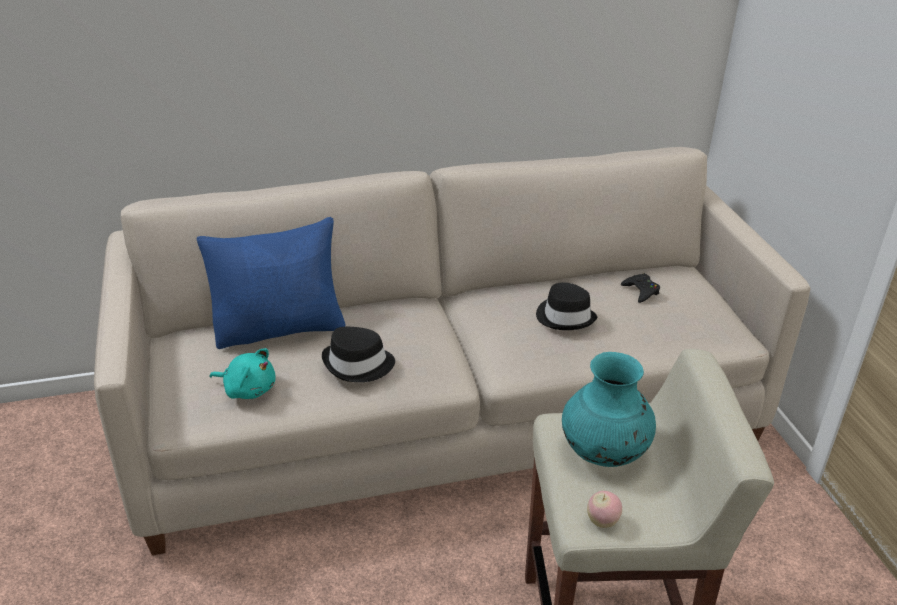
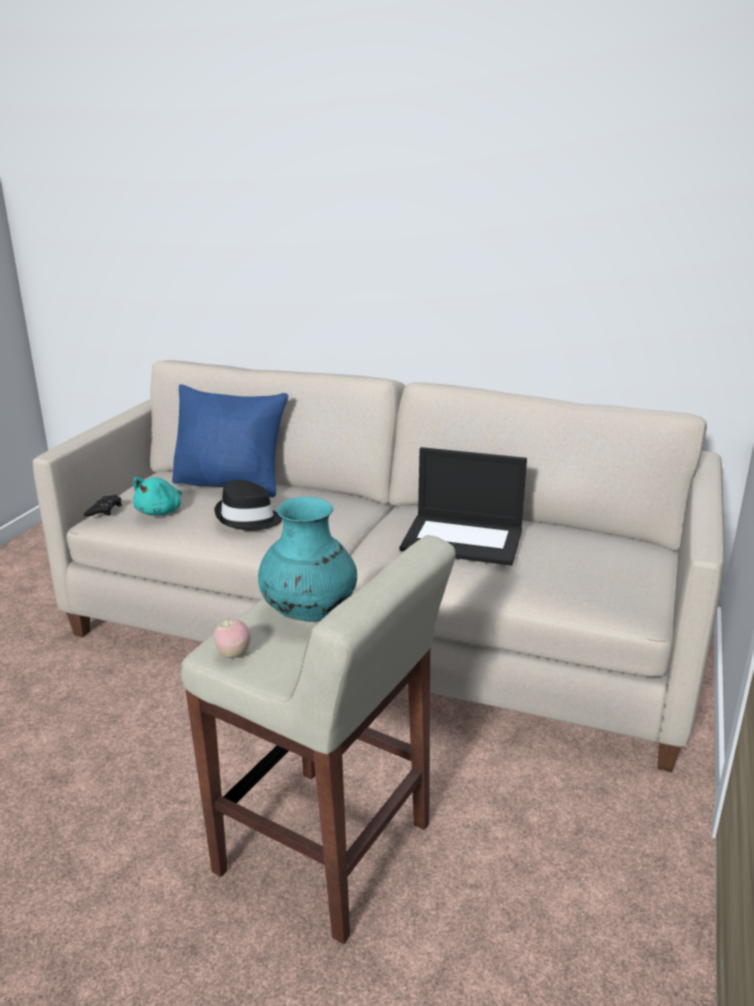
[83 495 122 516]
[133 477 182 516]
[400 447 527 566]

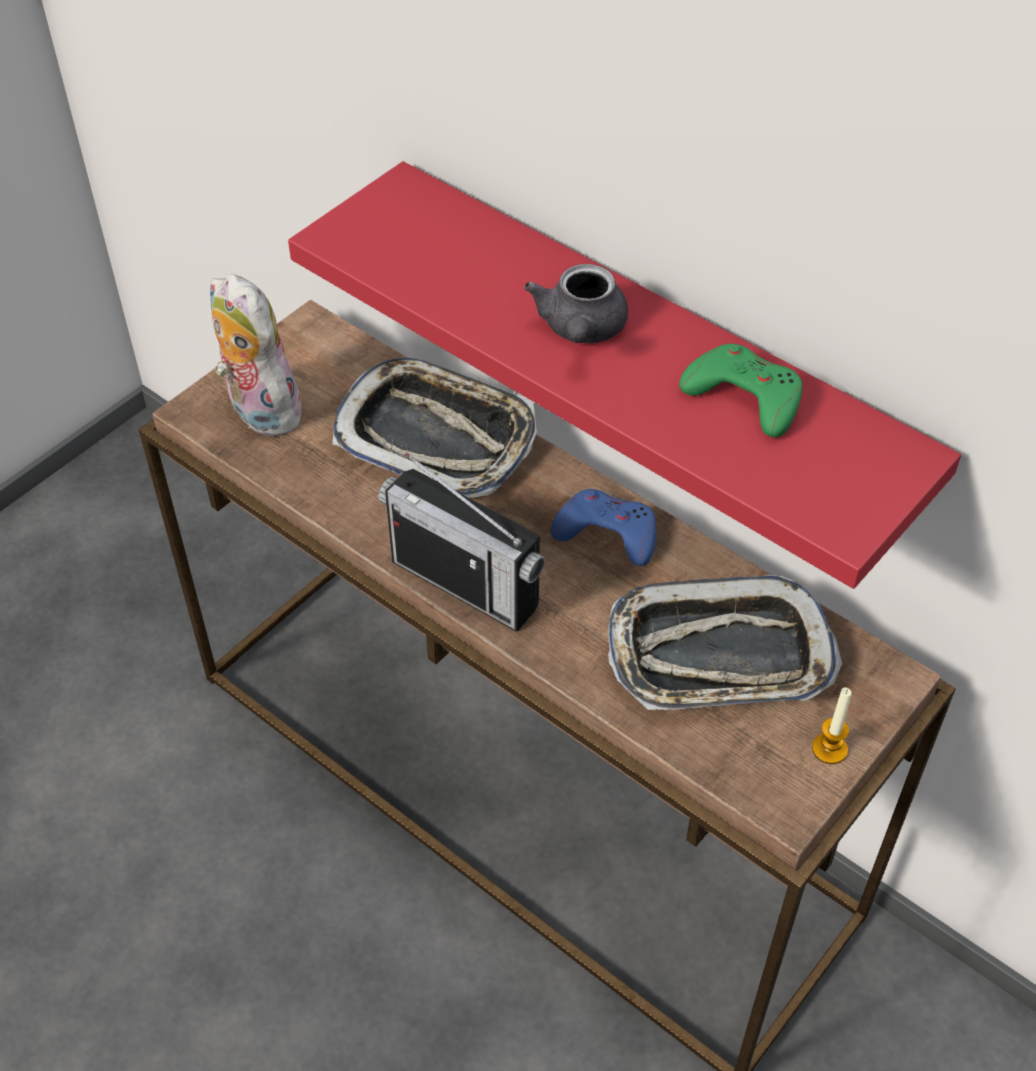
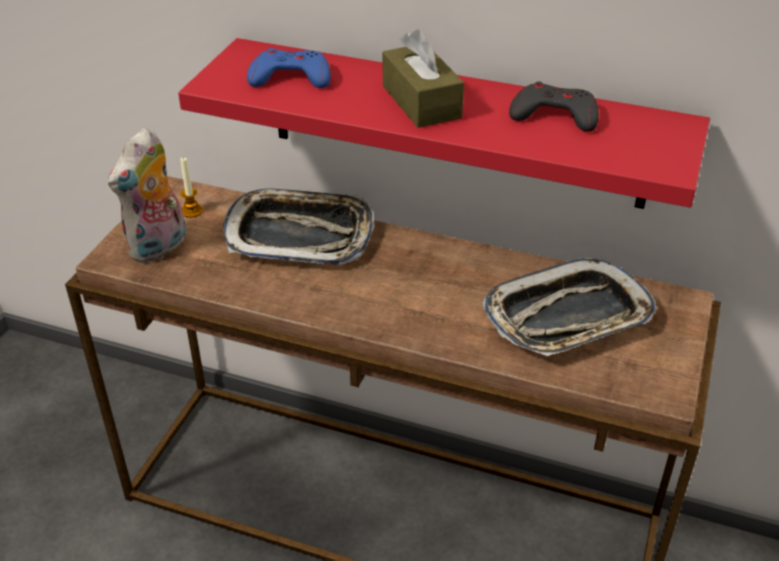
[108 128 186 263]
[180 157 203 218]
[247 48 331 88]
[383 29 464 128]
[509 81 599 132]
[378 453 545 632] (first image)

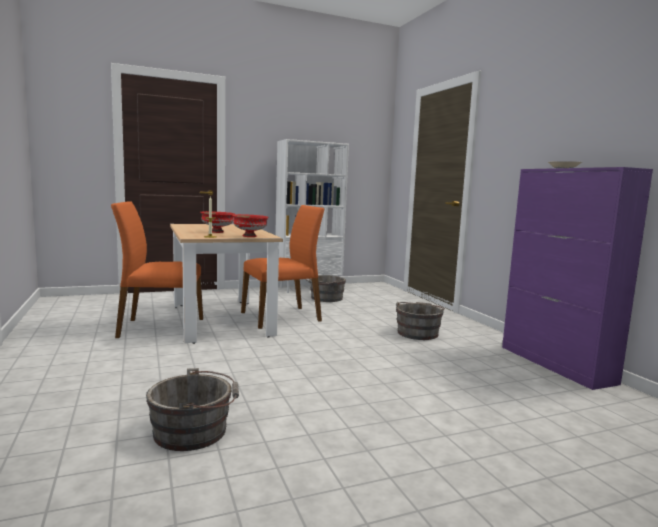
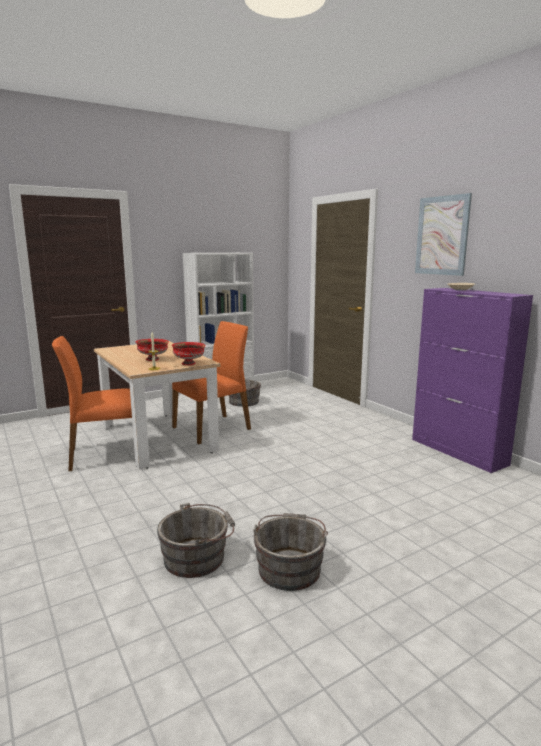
[254 513 328 591]
[415 193 472 276]

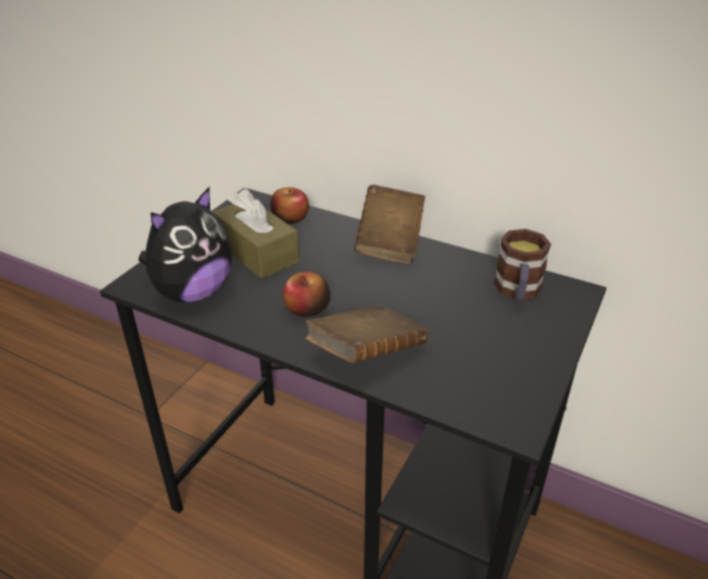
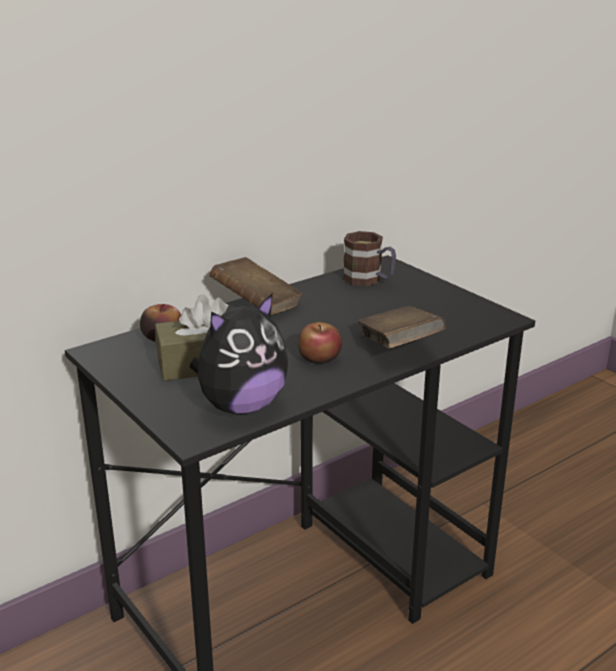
[190 293 288 415]

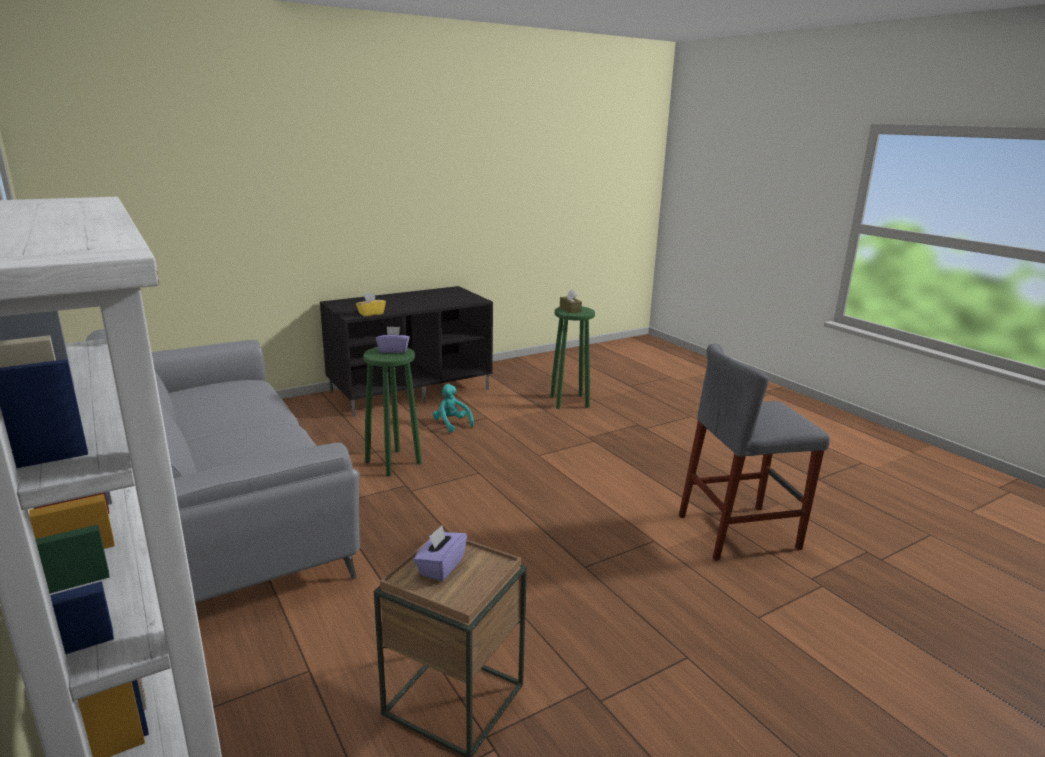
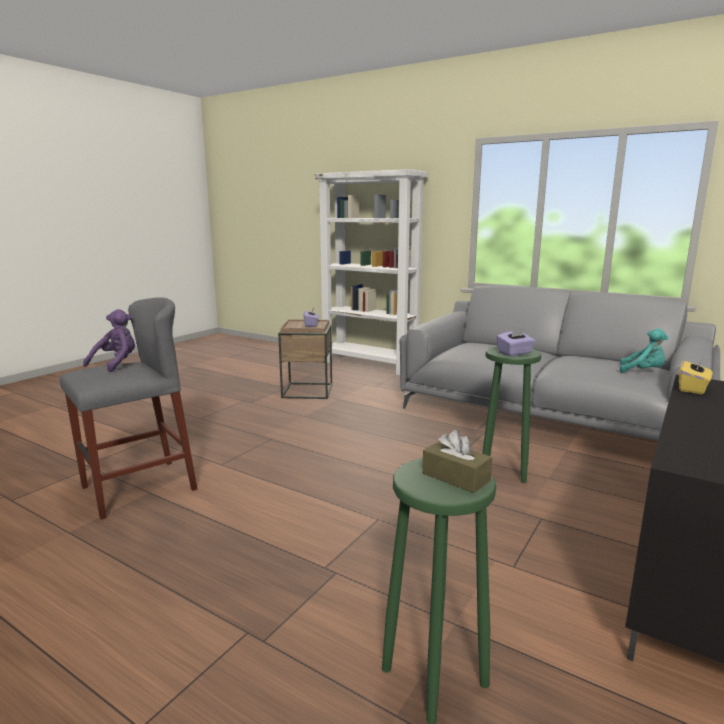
[83 309 135 372]
[620 329 669 373]

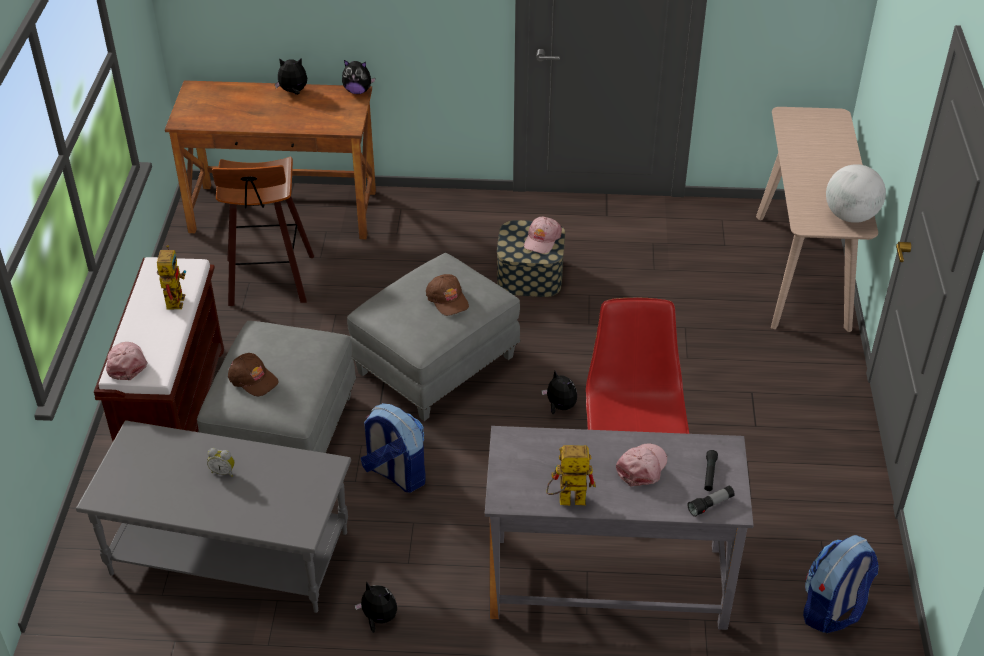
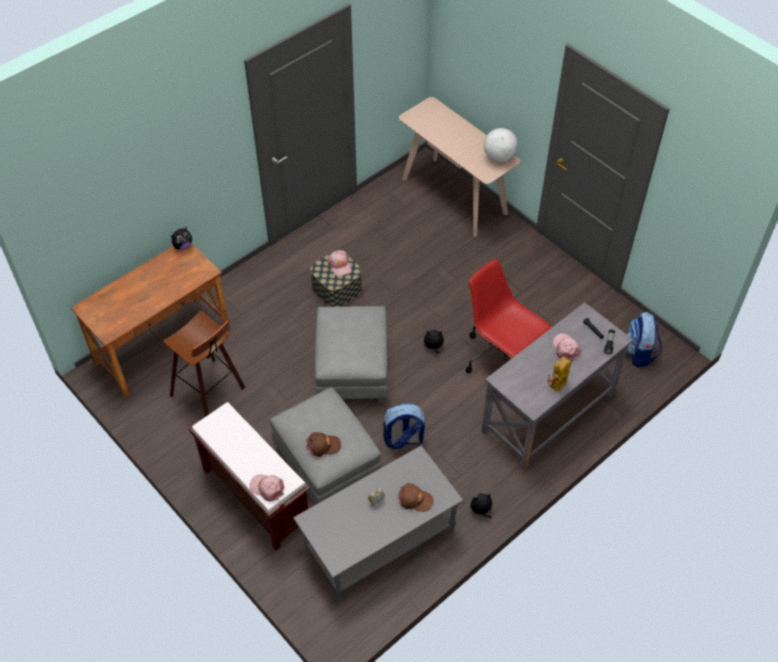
[398 483 433 512]
[157 245 186 309] (first image)
[275 58 307 95] (first image)

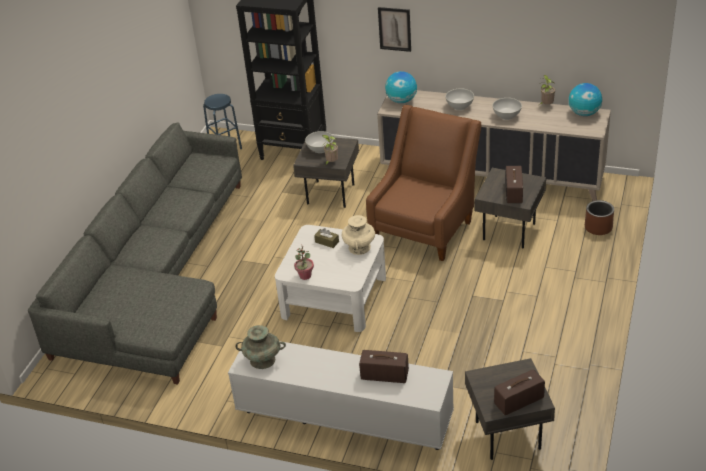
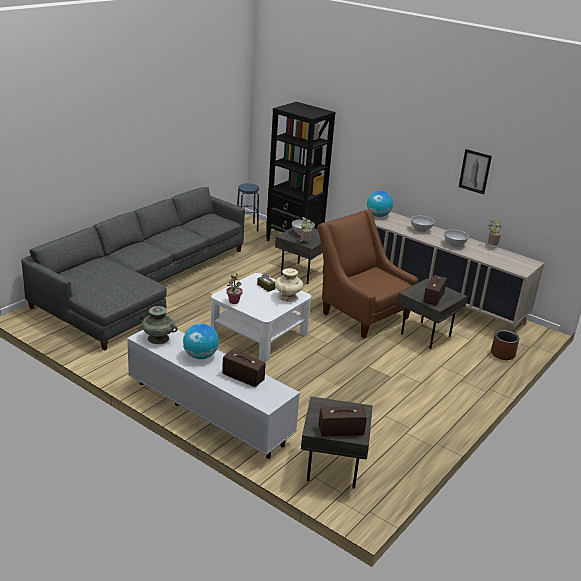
[183 324 219 359]
[318 209 418 338]
[459 149 492 194]

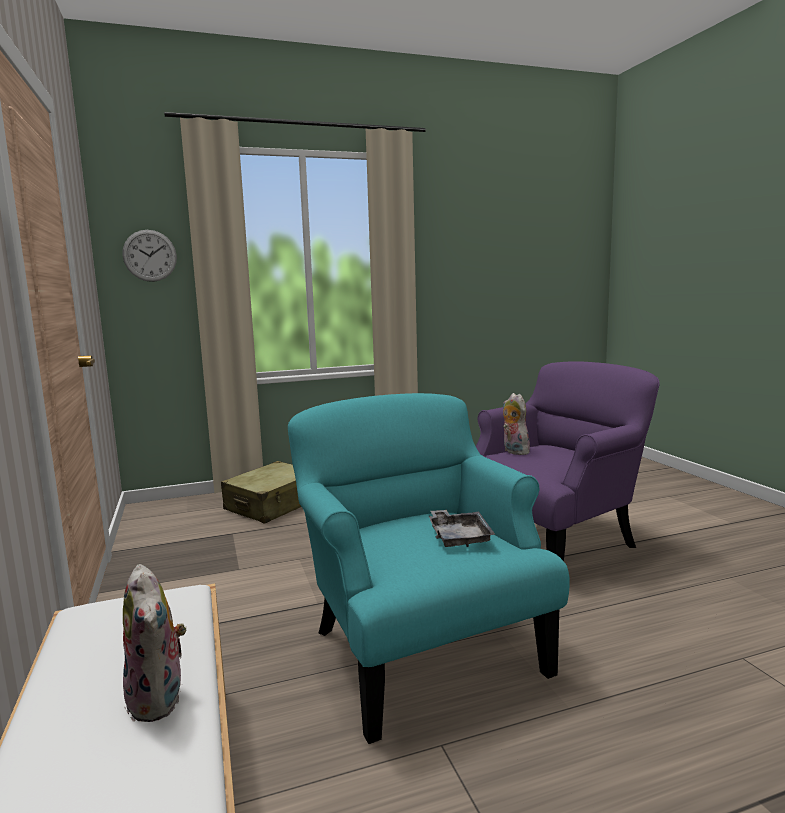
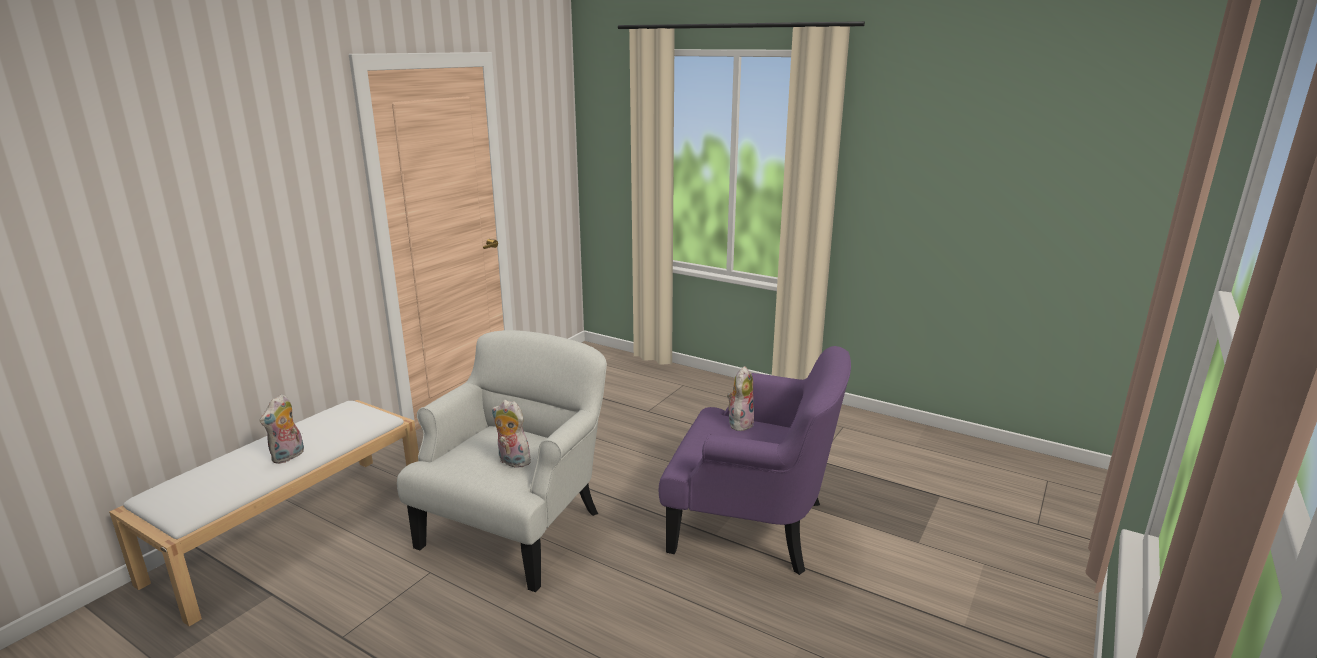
[397 330 607 592]
[492 400 531 468]
[122 230 177 282] (first image)
[221 461 301 523] (first image)

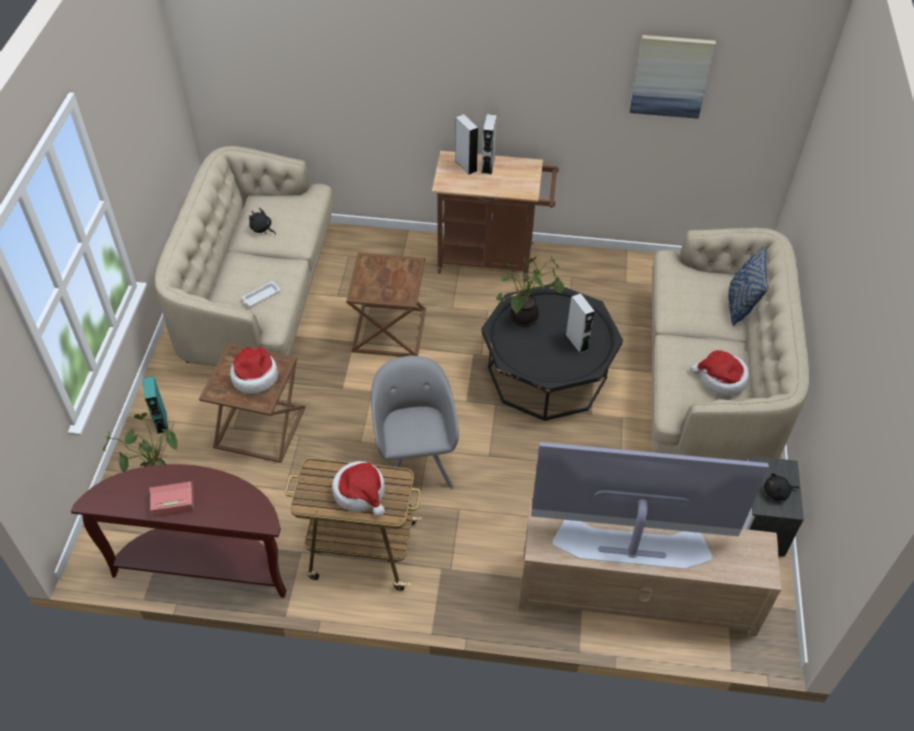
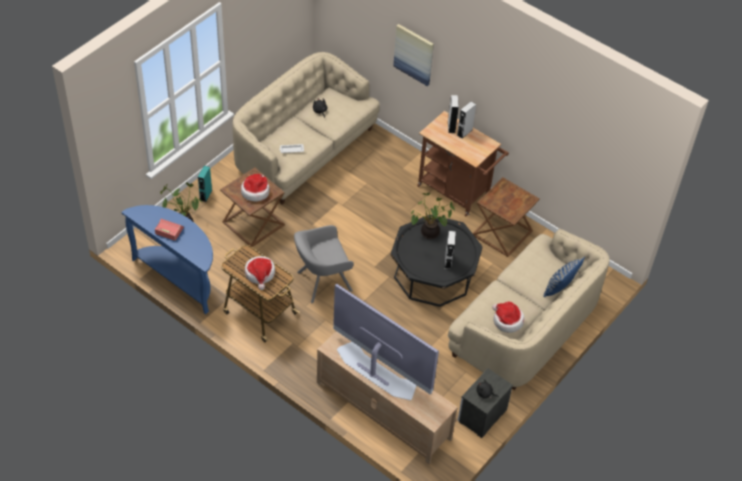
[121 205 213 314]
[294 225 354 303]
[393 24 434 86]
[472 177 540 257]

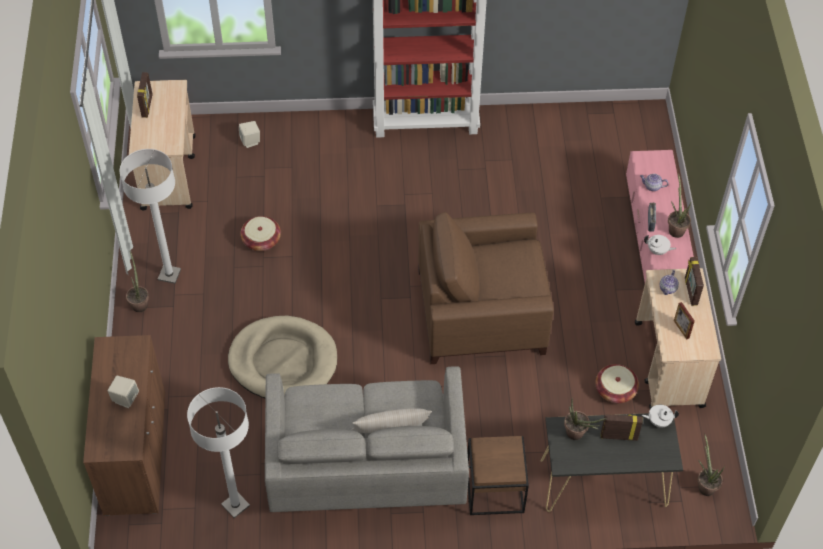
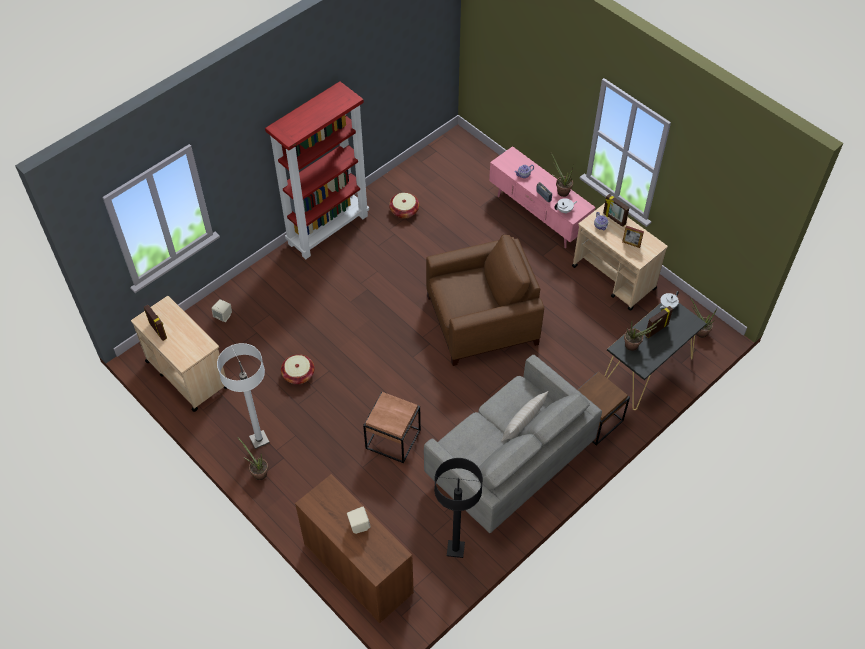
[363 392 421 463]
[389 193 419 219]
[426 235 544 366]
[434 458 483 558]

